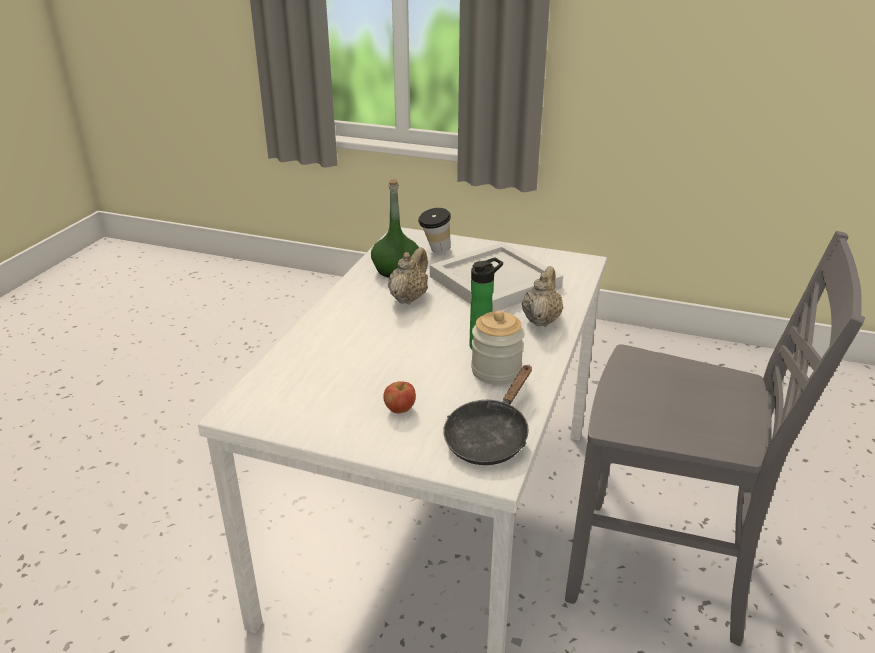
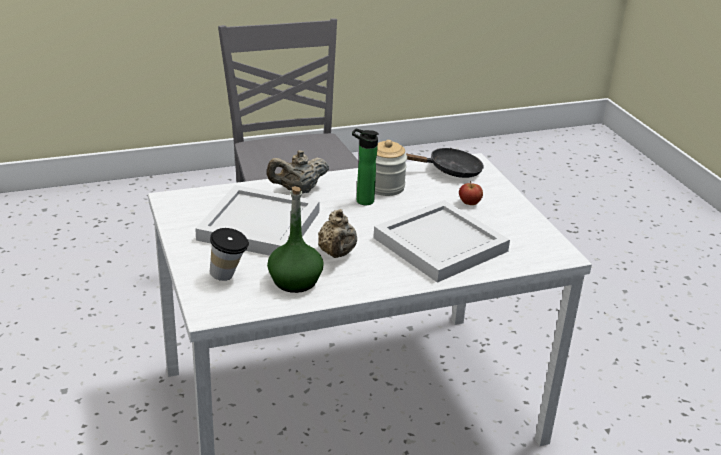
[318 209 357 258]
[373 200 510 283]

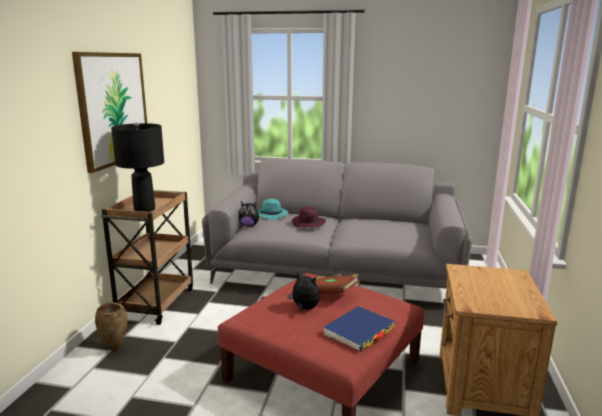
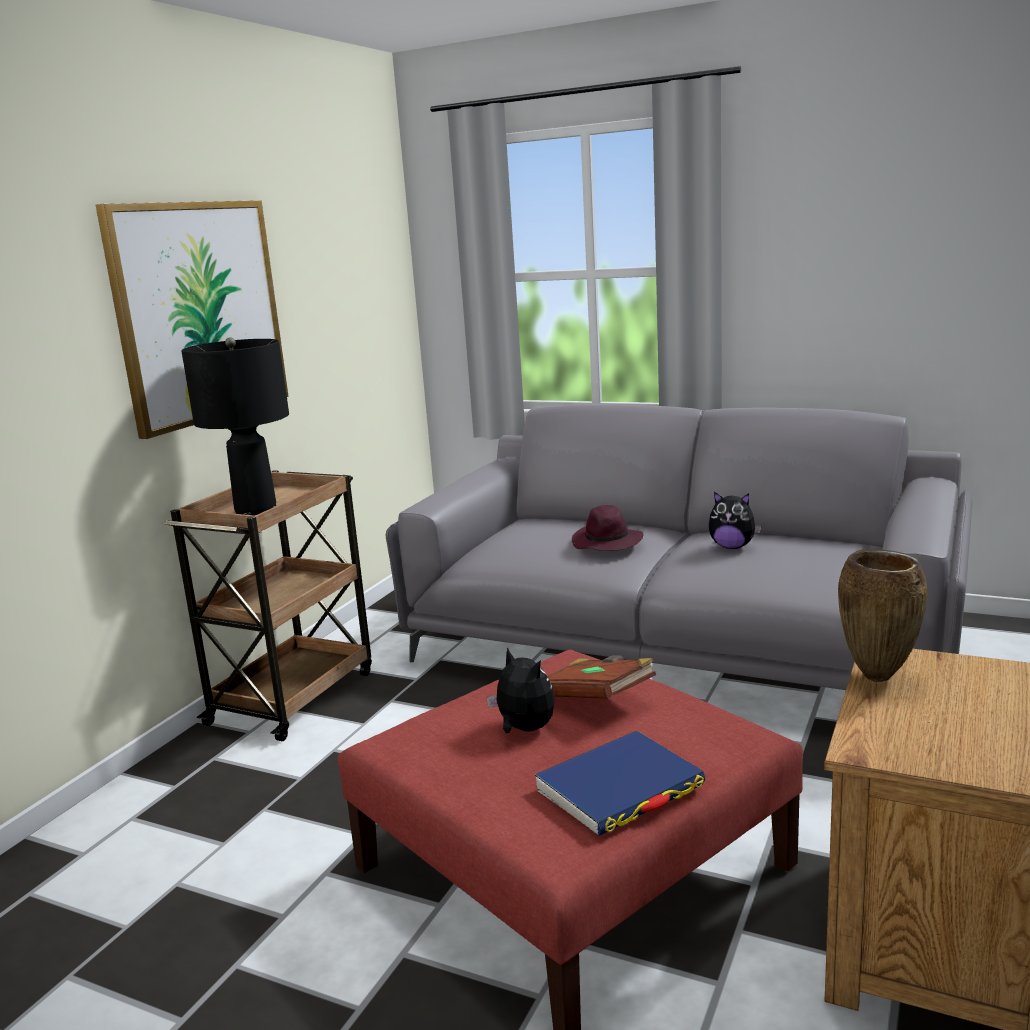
[709 492 762 549]
[838 549 927 682]
[257 198 288 220] (first image)

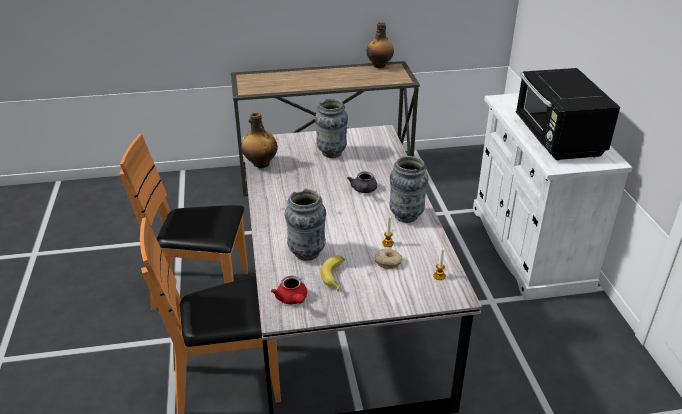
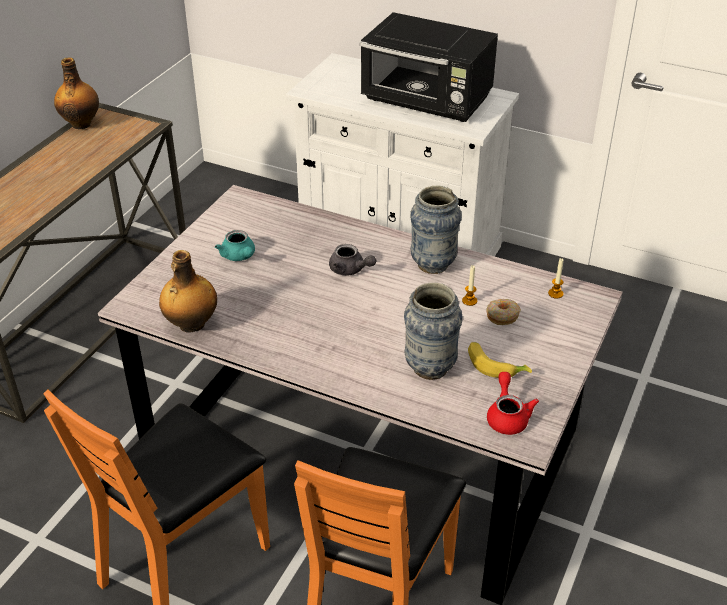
[215 230 255 261]
[487 372 539 435]

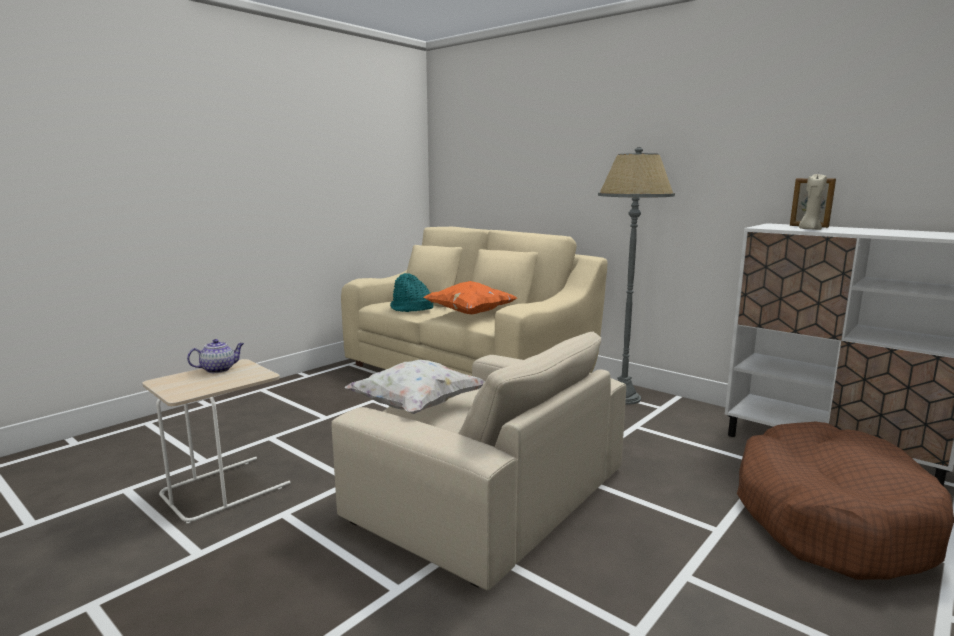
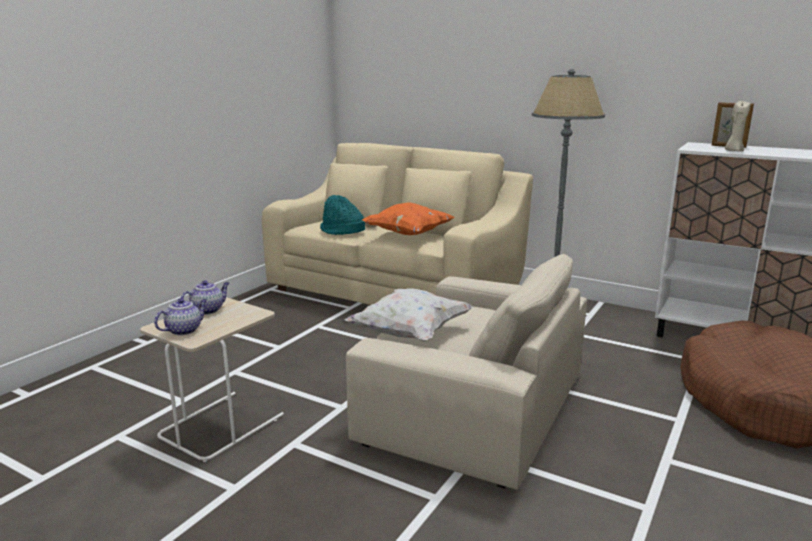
[154 298 207 336]

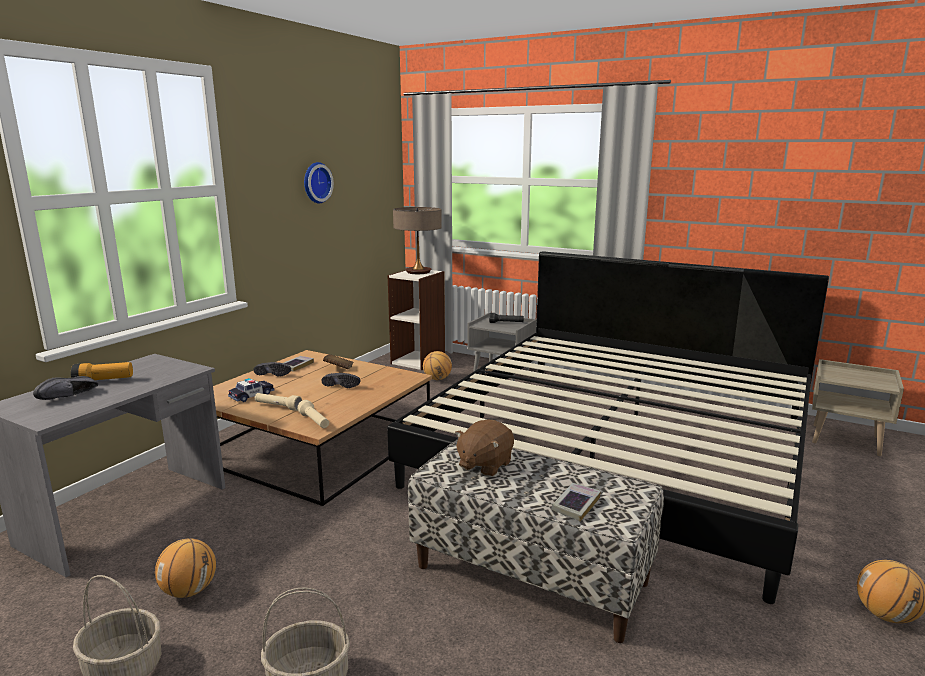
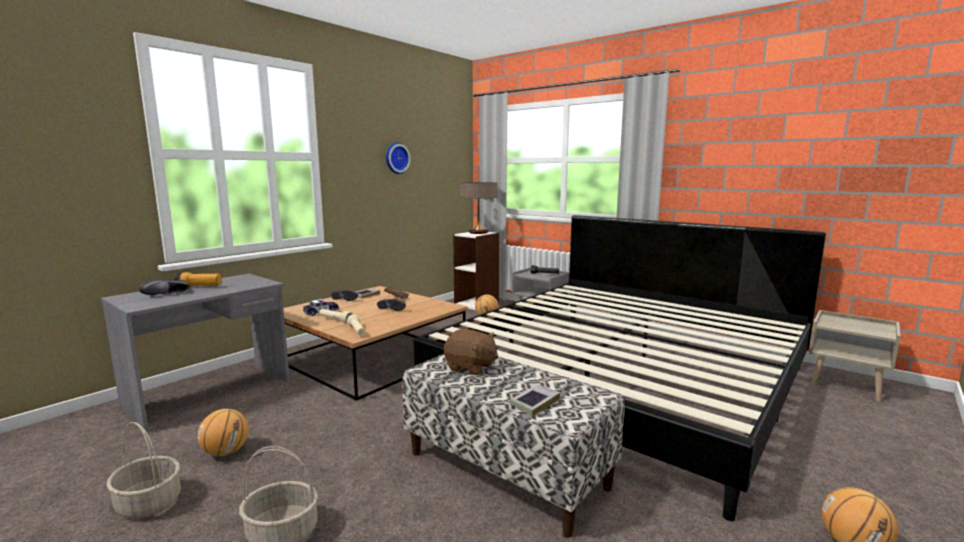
[444 329 498 375]

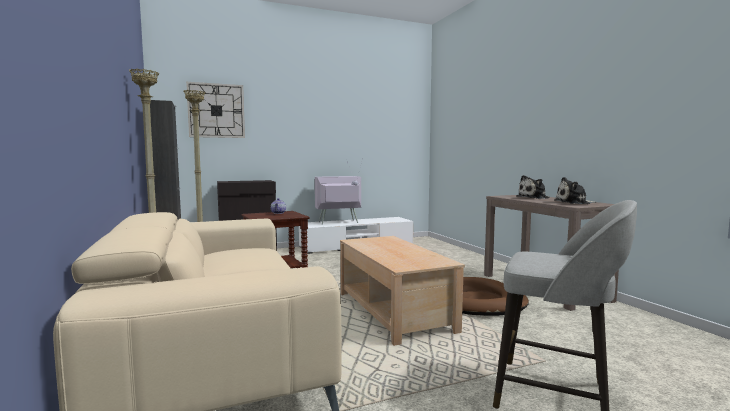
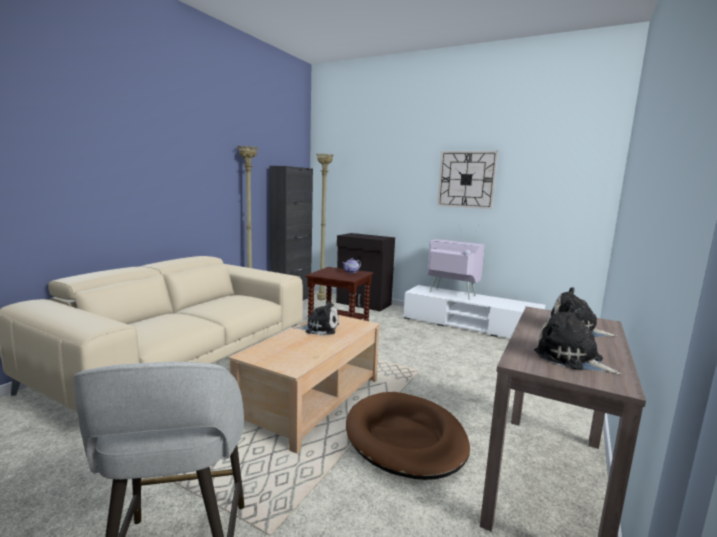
[294 301 339 335]
[437 151 498 209]

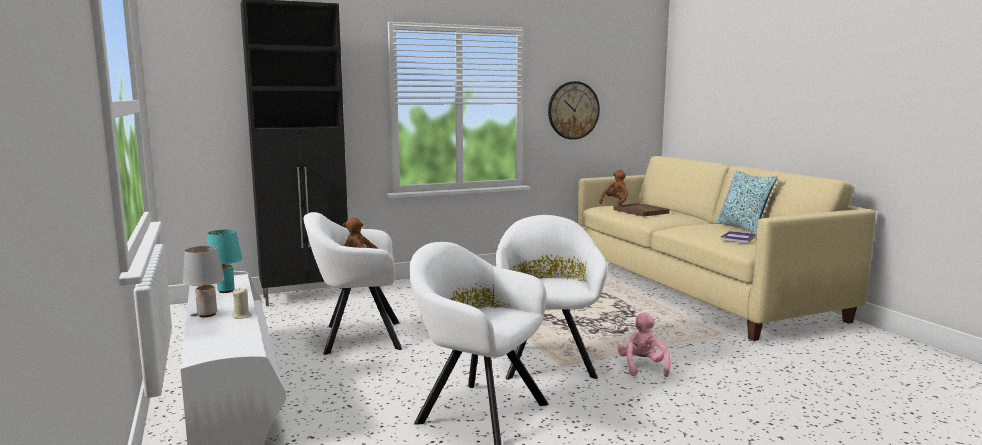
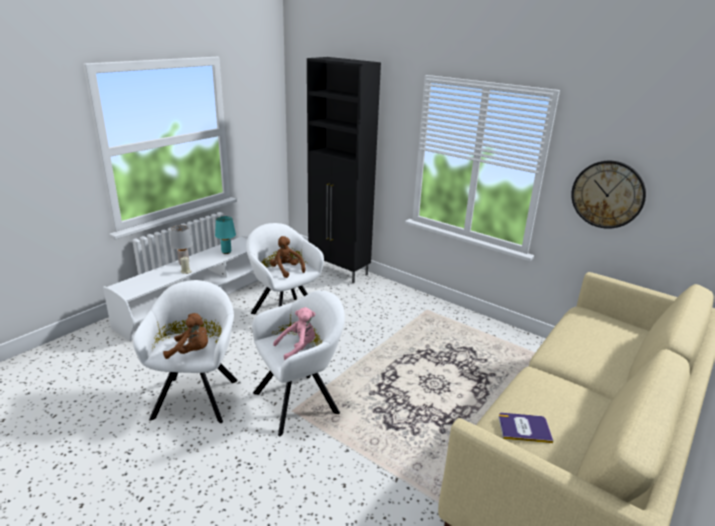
[163 313 208 359]
[273 307 315 360]
[613 203 669 217] (first image)
[716 170 778 234] (first image)

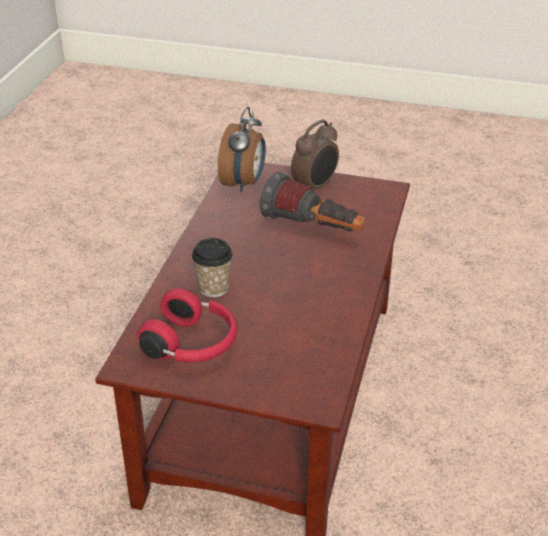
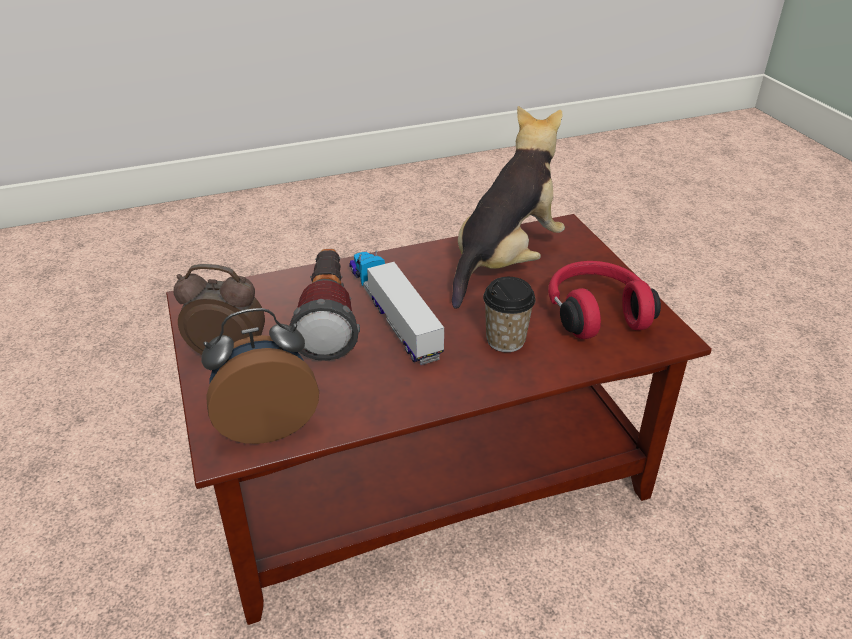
[349 250 444 365]
[452 106 565 309]

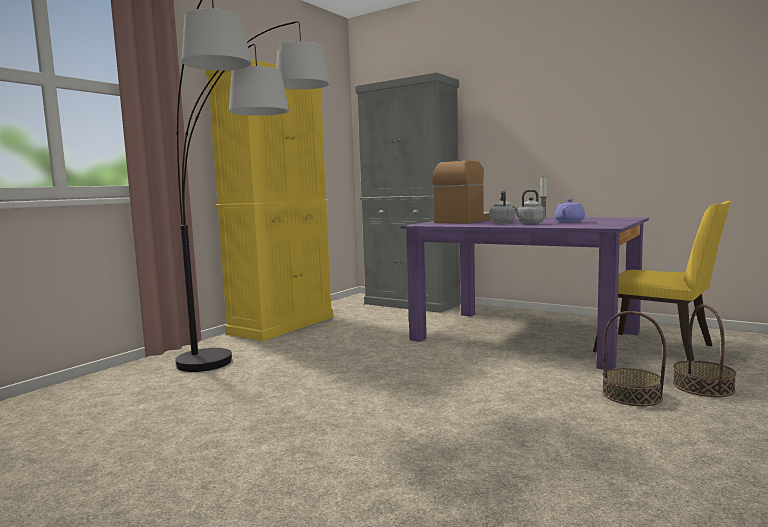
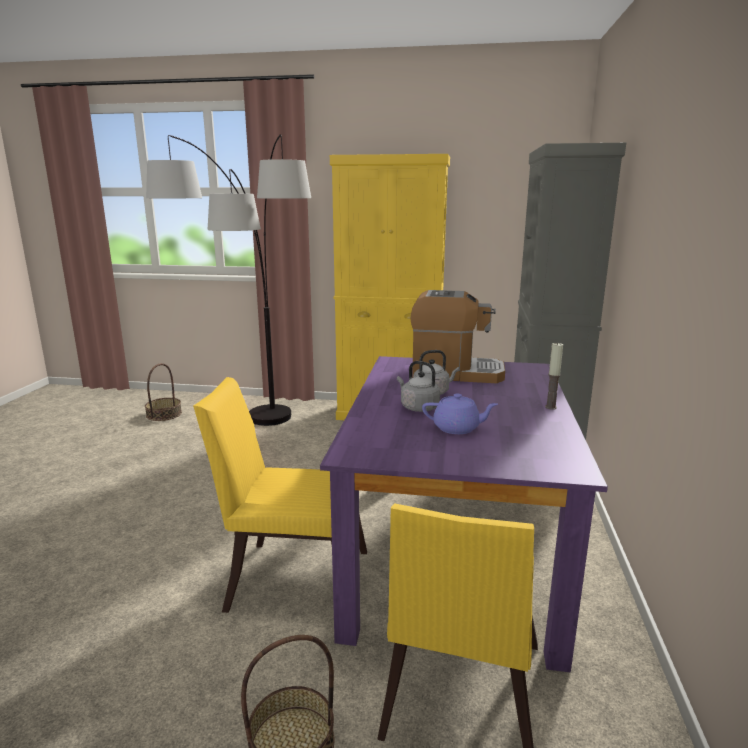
[145 363 182 421]
[193 377 367 613]

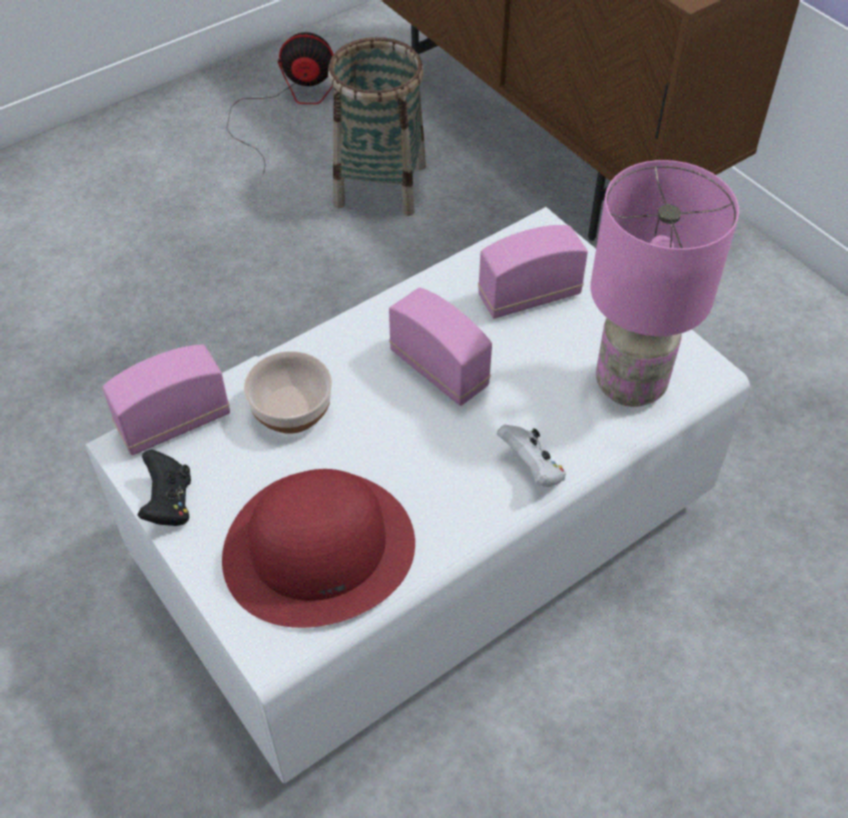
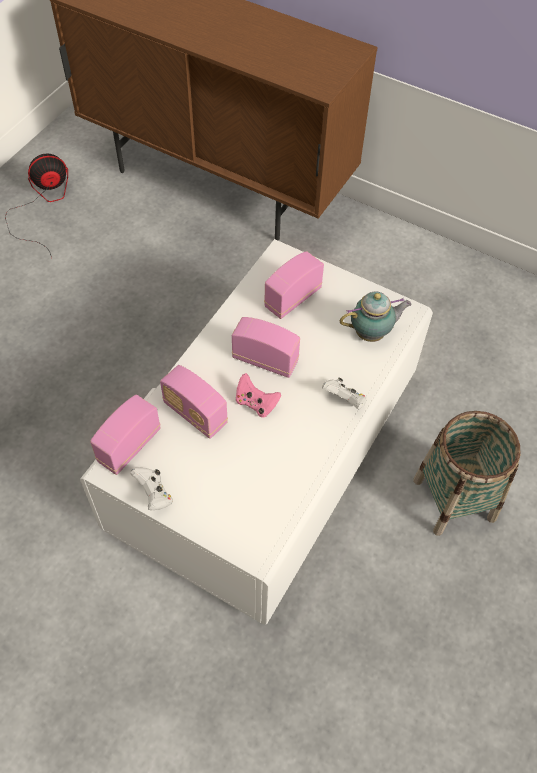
[130 468 173 511]
[160 365 228 439]
[236 373 281 417]
[340 291 412 342]
[413 411 521 536]
[222 469 415 628] (first image)

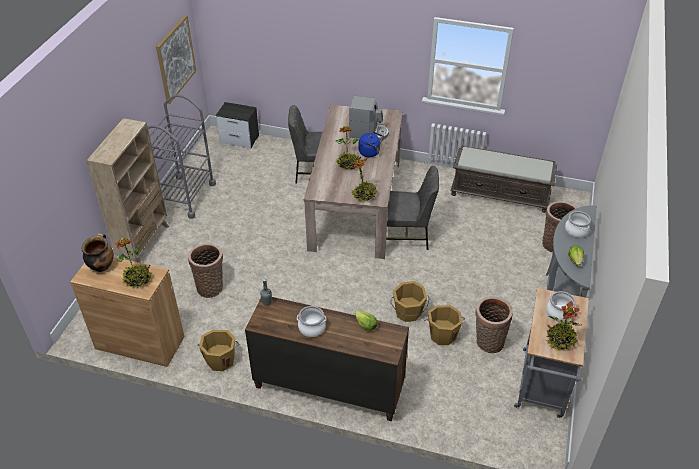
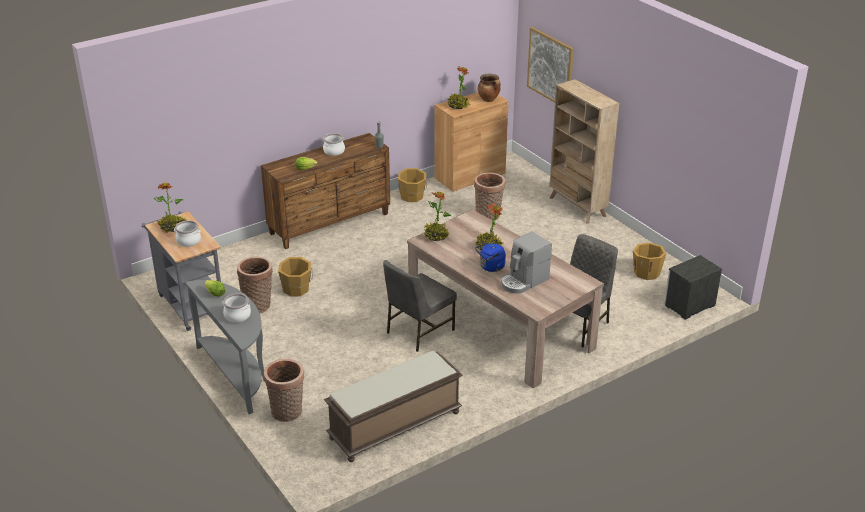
[527 27 574 103]
[633 243 666 280]
[148 94 216 219] (first image)

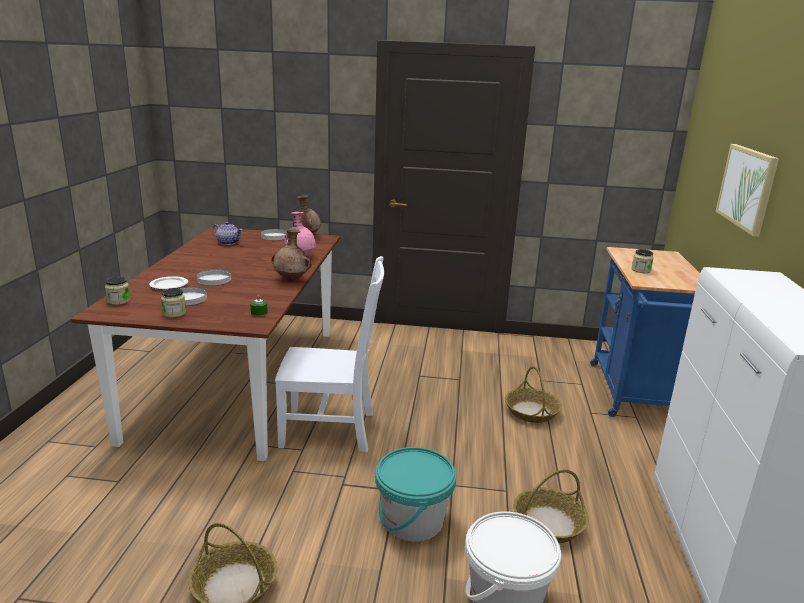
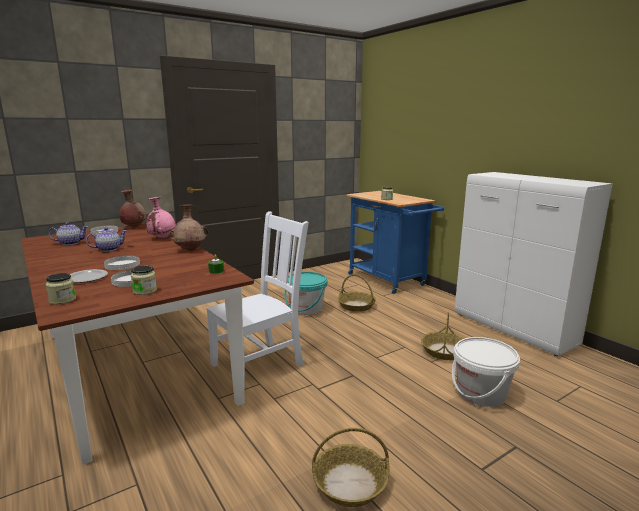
[86 227 127 251]
[284 272 327 315]
[715 144 779 237] (first image)

